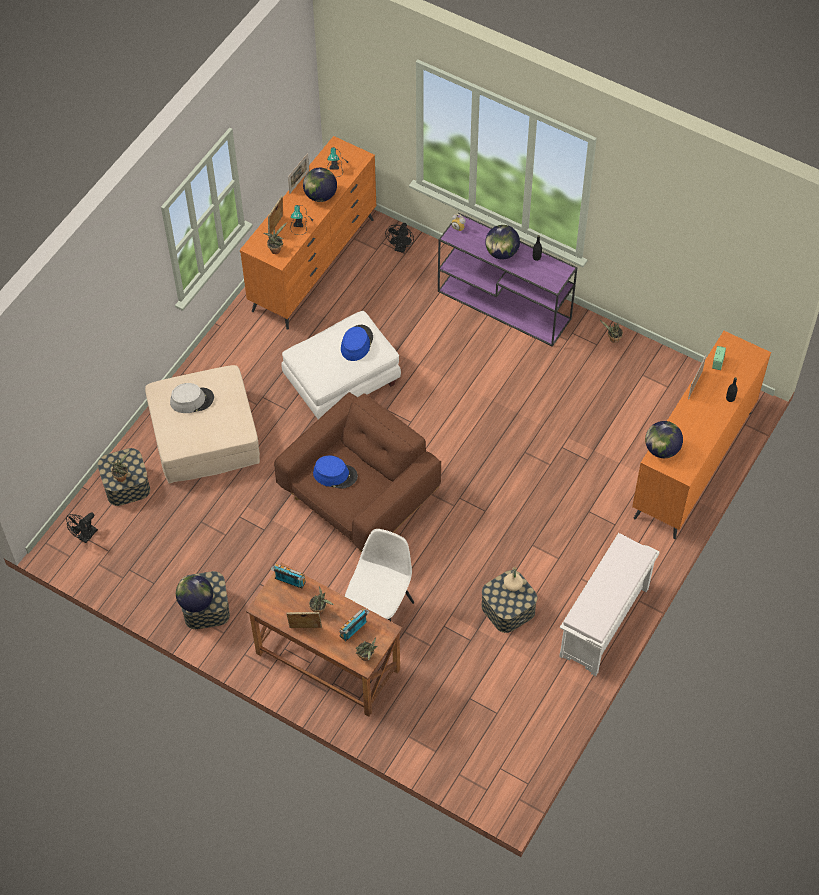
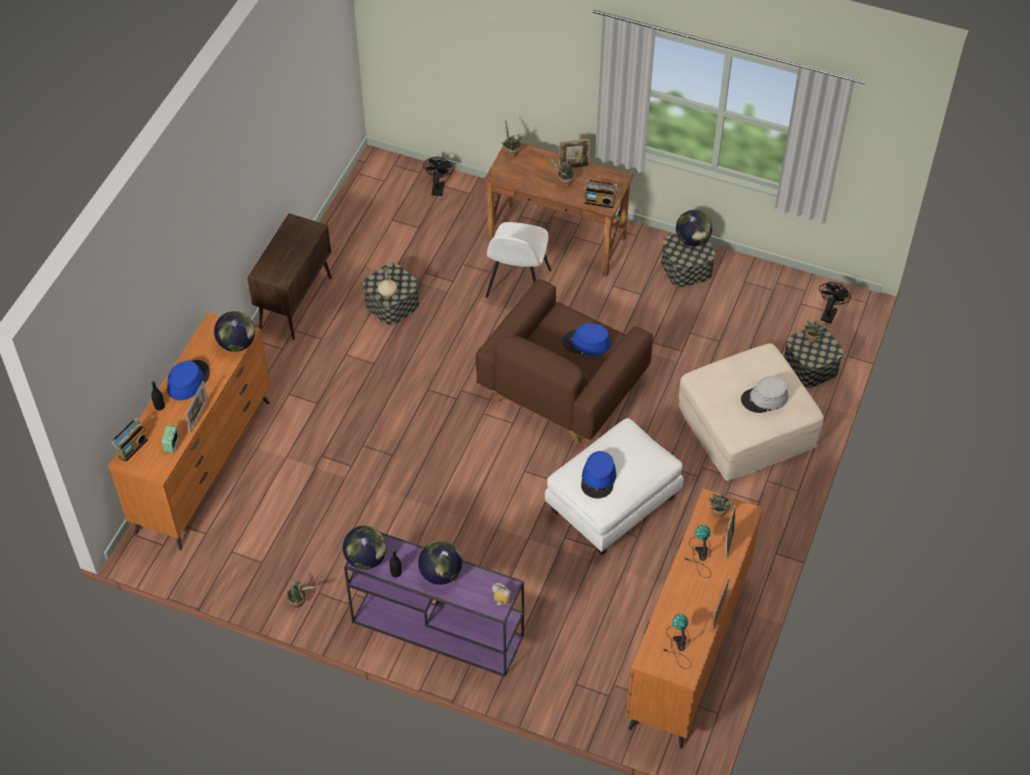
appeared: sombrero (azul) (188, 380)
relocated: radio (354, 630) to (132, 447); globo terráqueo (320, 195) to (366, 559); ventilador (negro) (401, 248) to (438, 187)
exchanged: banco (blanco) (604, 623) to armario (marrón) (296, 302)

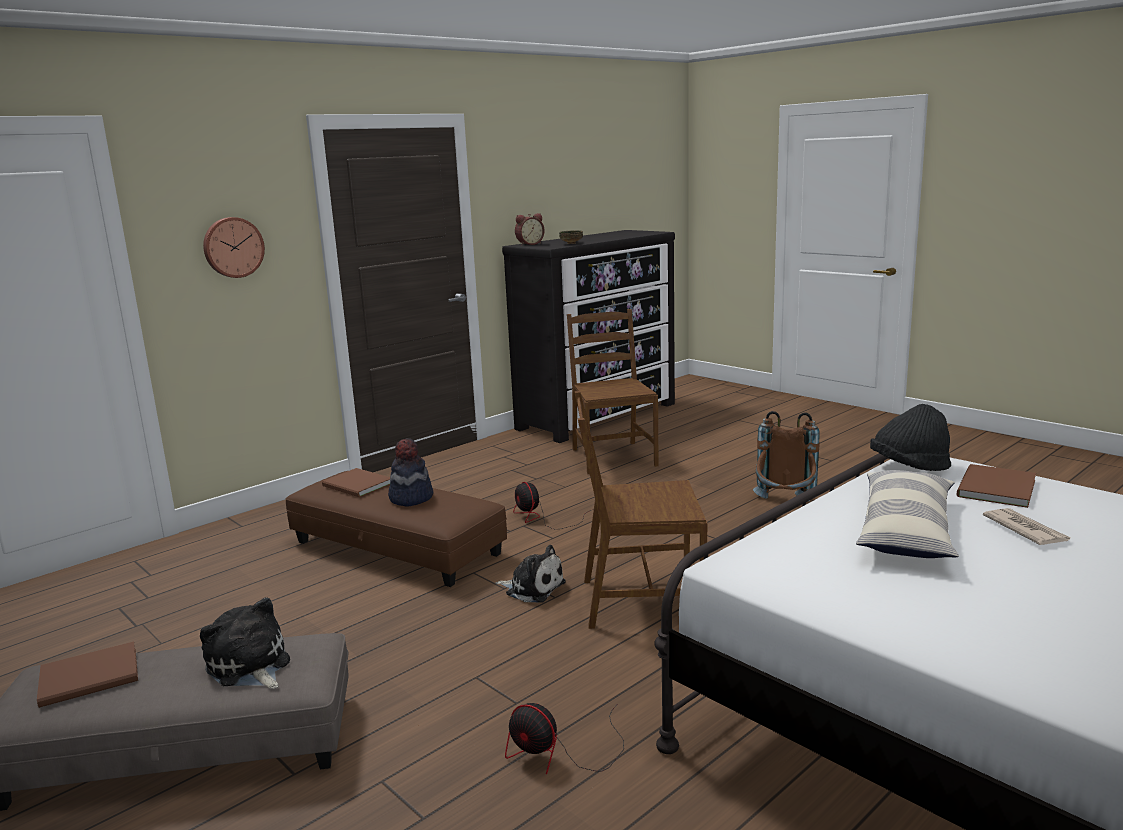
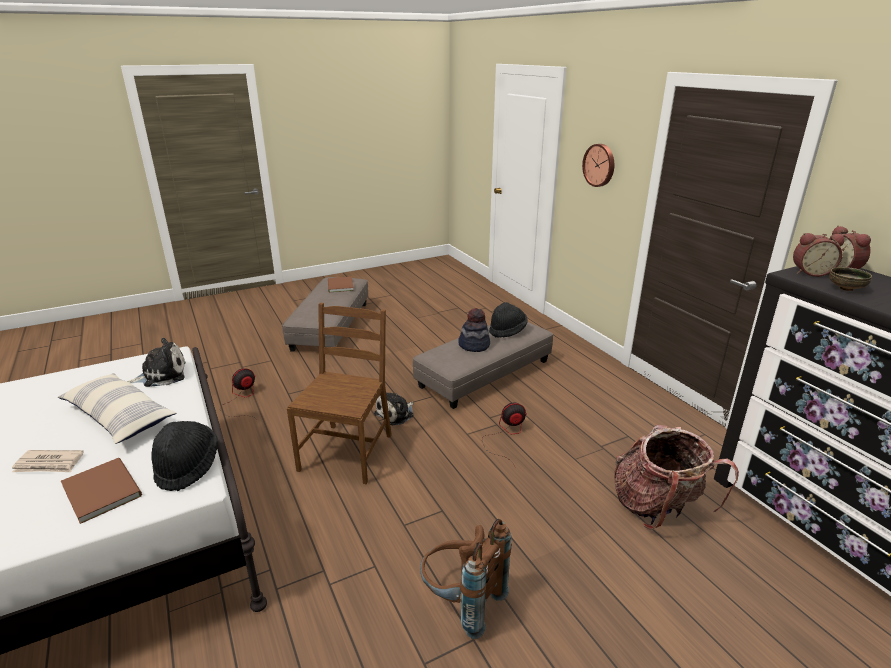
appeared: despertador (810, 272)
relocated: peluche (249, 666) to (161, 375)
exchanged: libro (marrón) (357, 485) to sombrero (negro) (507, 331); silla (marrón) (612, 457) to mochila (658, 508)
colour: puf (marrón) (397, 548) to puf (gris) (484, 374)

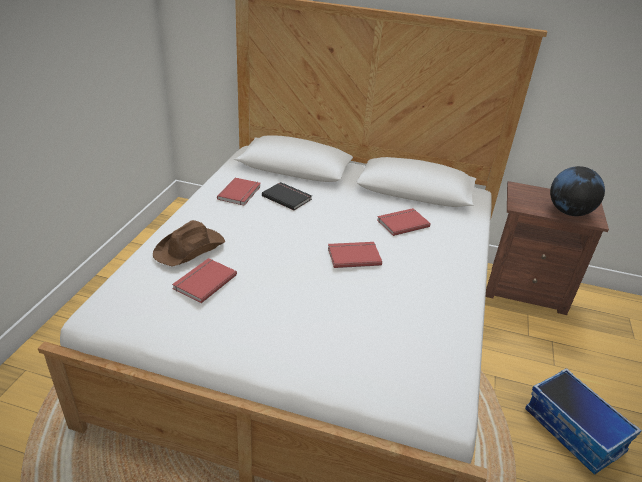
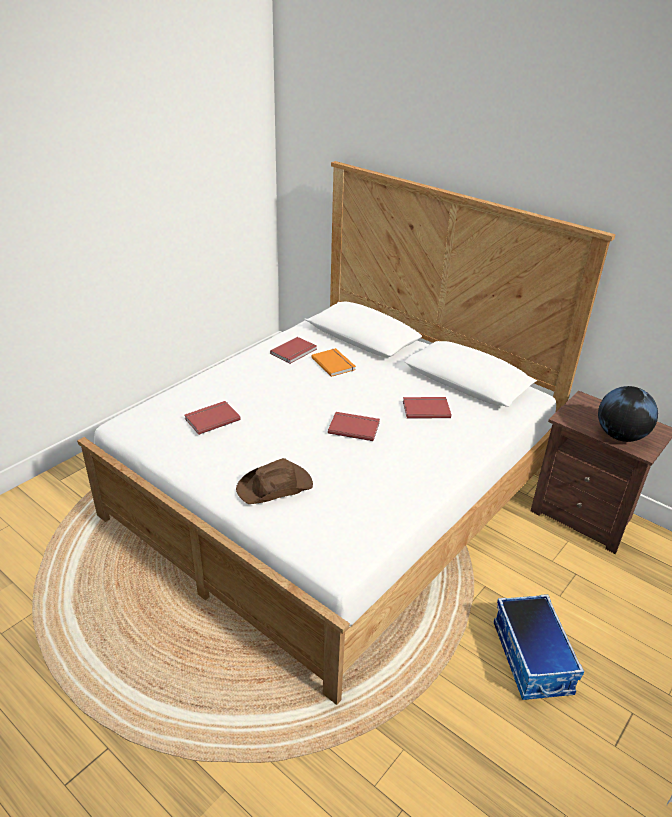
relocated: sombrero (marrón) (190, 248) to (275, 487)
colour: libro (negro) (287, 197) to libro (naranja) (334, 363)

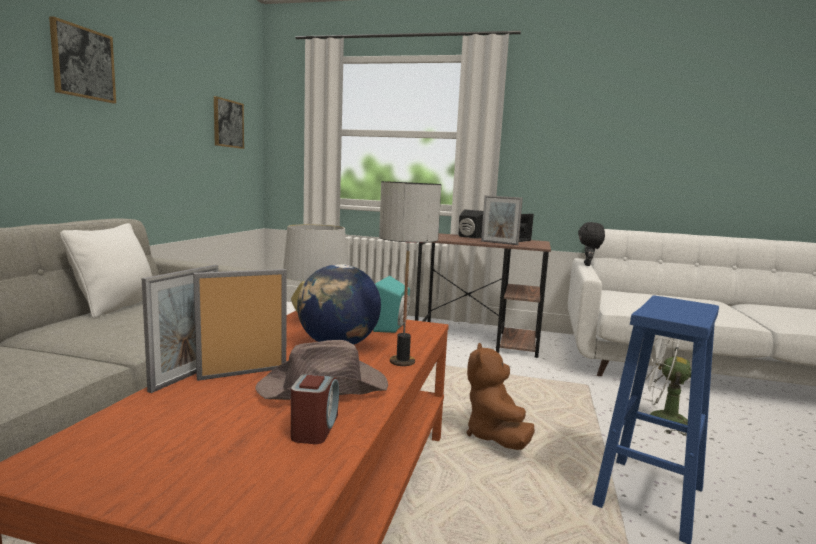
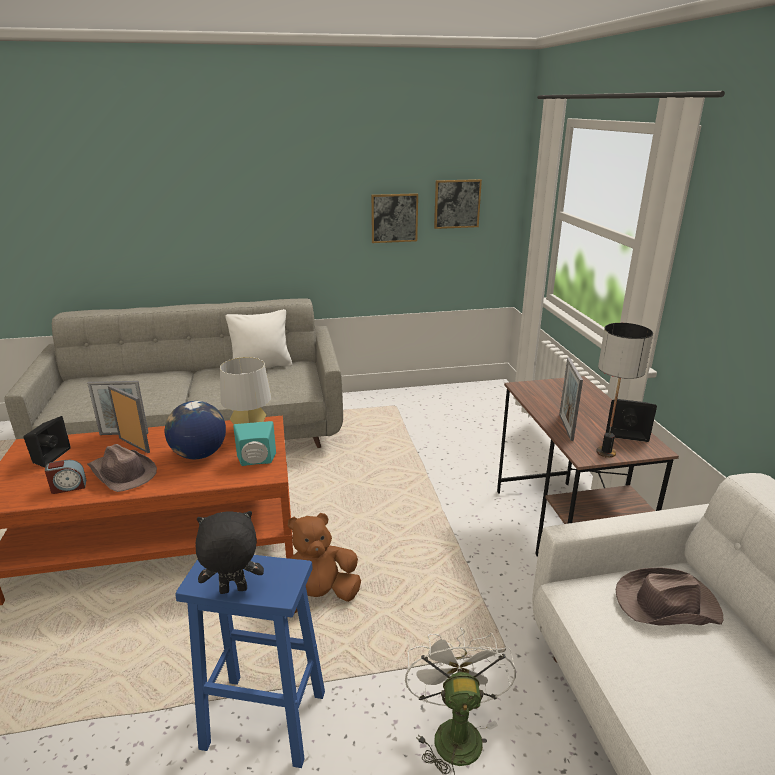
appeared: sombrero (marrón) (665, 604)
relocated: altavoz (negro) (469, 237) to (48, 456); peluche (negro) (588, 265) to (233, 591); cuadro (83, 63) to (394, 218); lámpara de mesa (402, 362) to (605, 453)

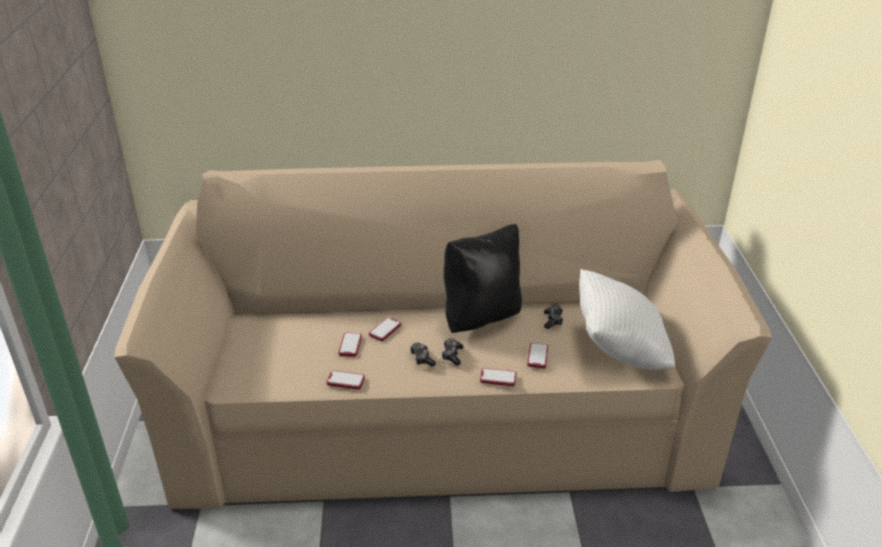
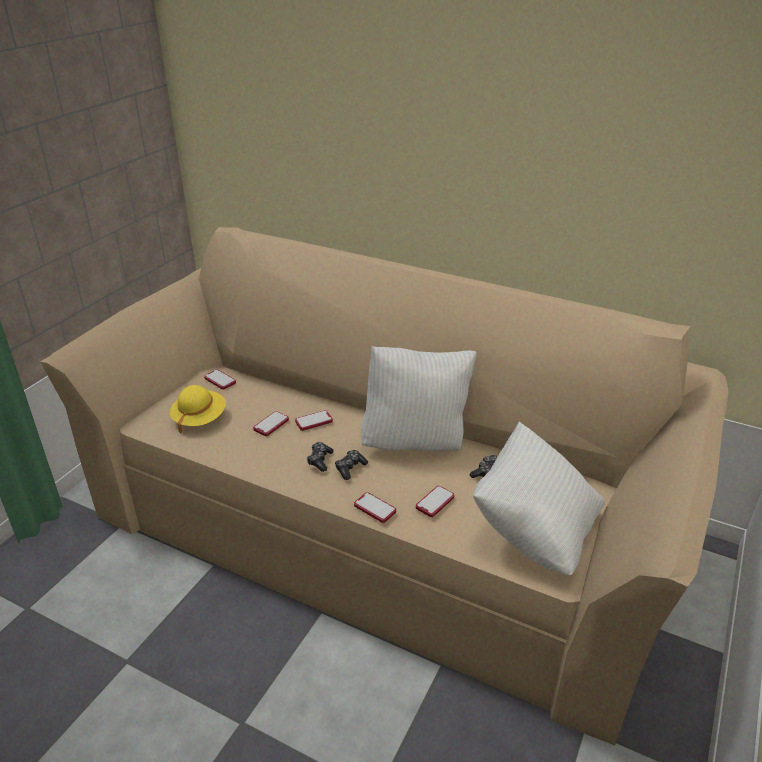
appeared: sombrero (amarillo) (199, 418)
relocated: móvil (345, 381) to (220, 380)
colour: cojín (negro) (481, 317) to cojín (blanco) (415, 442)

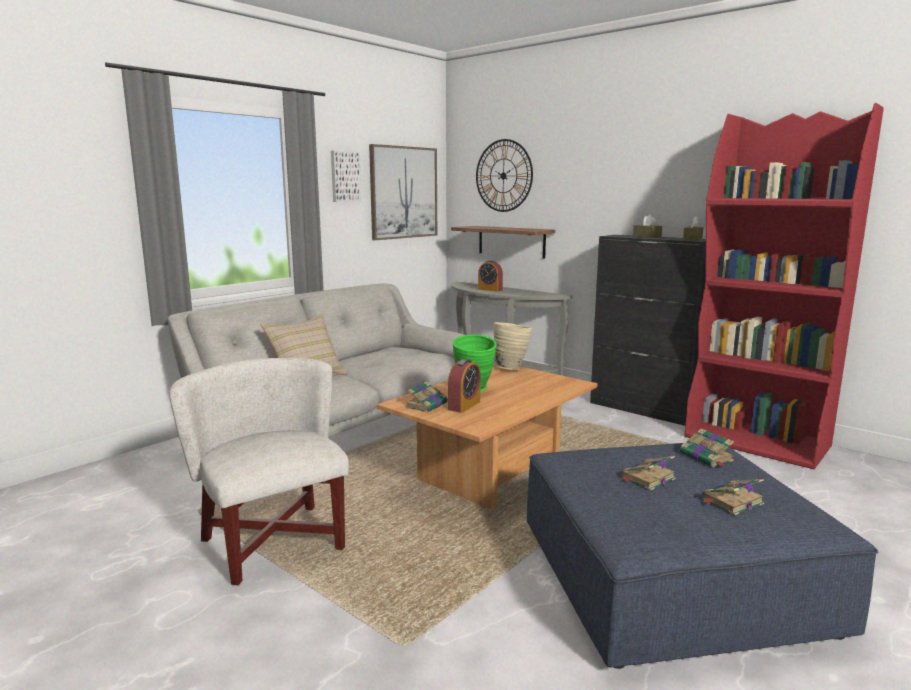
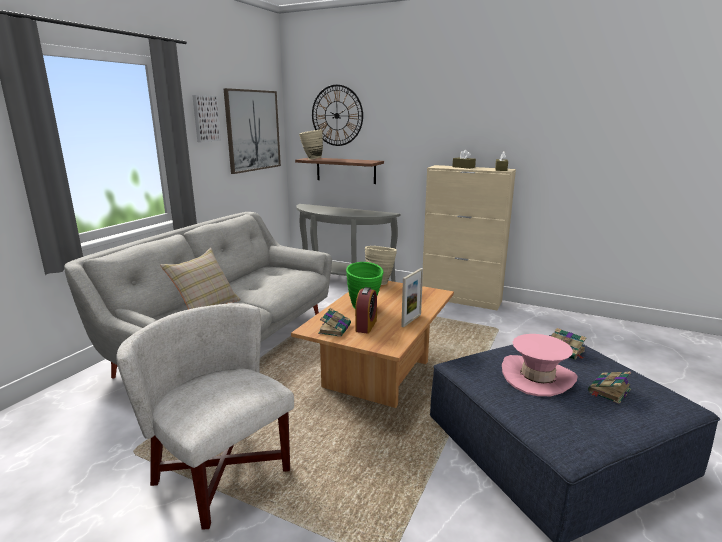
missing: despertador (490, 289); estantería (rojo) (757, 442)
appeared: florero (beis) (311, 159); portarretratos (411, 320)
exchanged: libro (647, 478) to sombrero (rosa) (537, 377)
colour: armario (negro) (642, 409) to armario (beis) (461, 299)

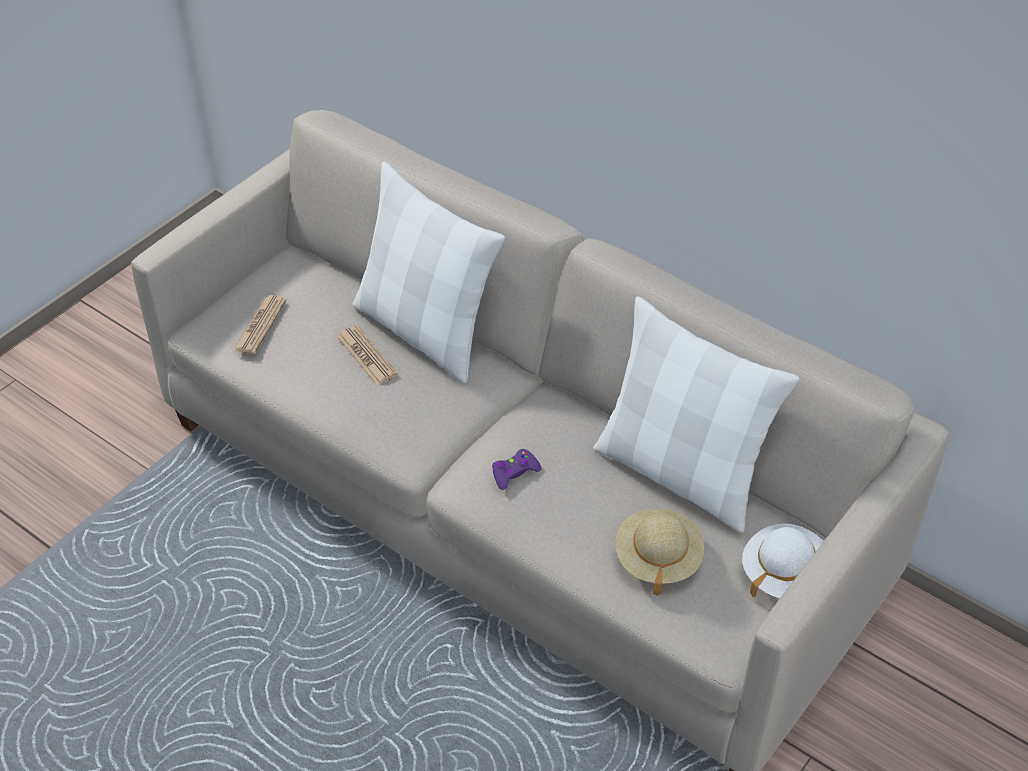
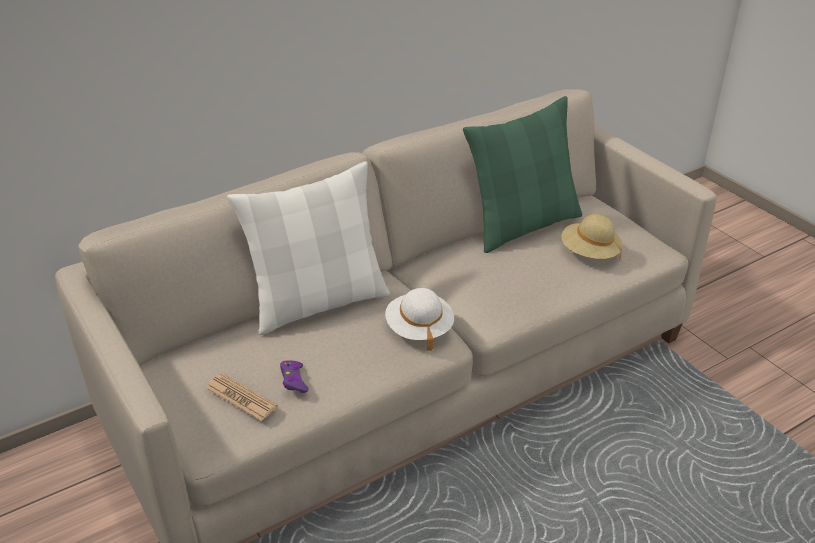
missing: periódico (367, 356)
relocated: mando de consola (morado) (514, 472) to (294, 380); sombrero (blanco) (784, 574) to (419, 329)
colour: cojín (blanco) (680, 473) to cojín (verde) (523, 225)

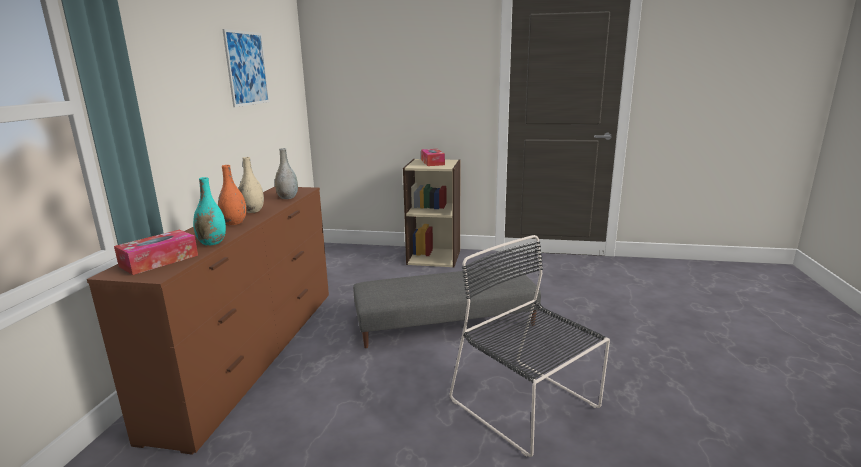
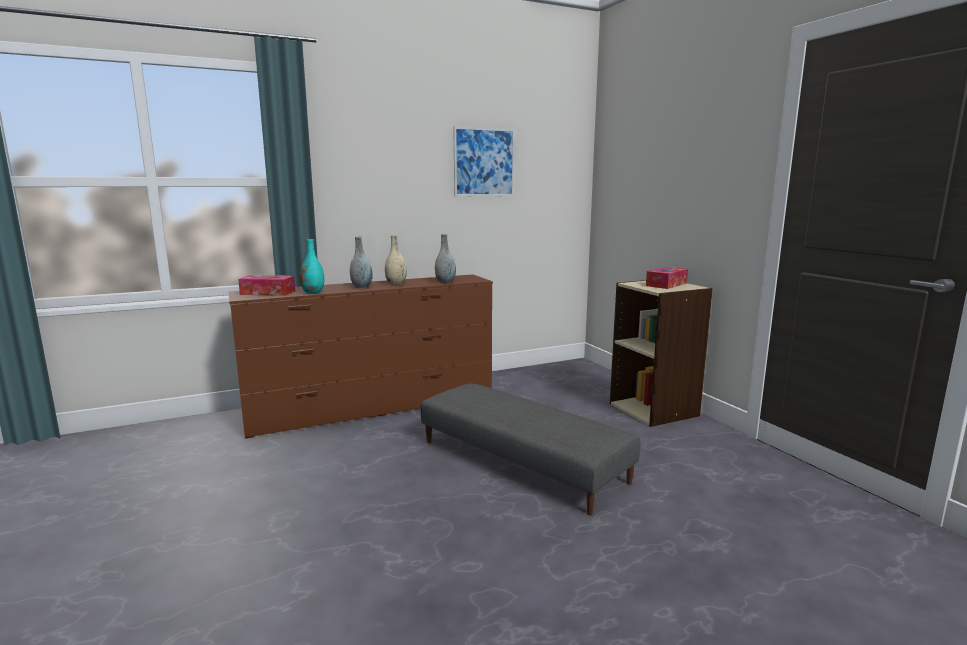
missing: silla (negro) (527, 406)
colour: florero (naranja) (234, 223) to florero (gris) (361, 287)

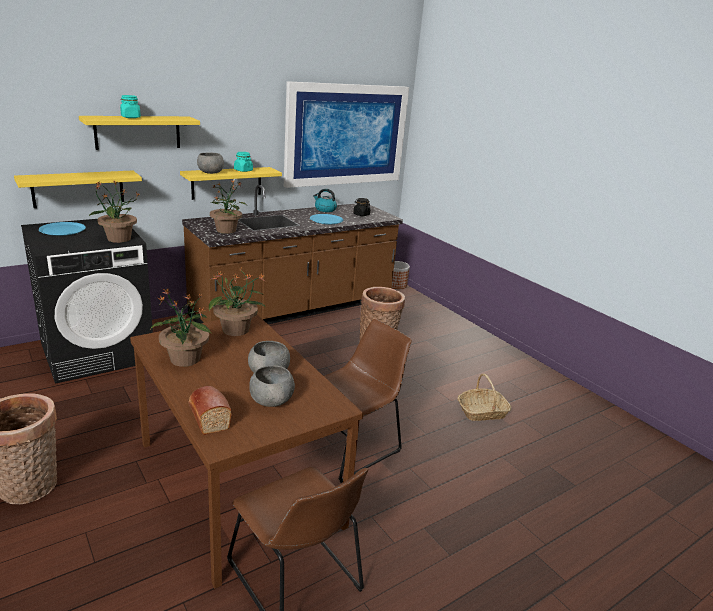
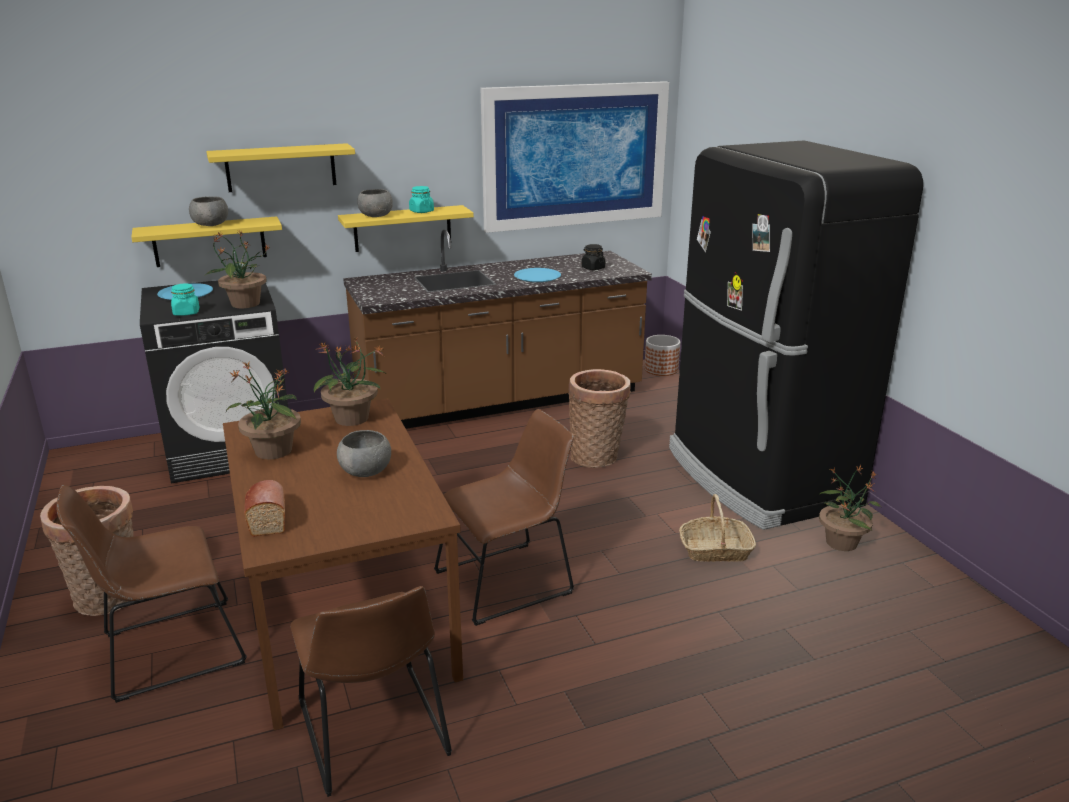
missing: hervidor (325, 209)
appeared: silla (marrón) (167, 651); nevera (negro) (758, 477)
relocated: tarro (turquesa) (131, 117) to (186, 313); cuenco (gris) (271, 401) to (210, 225); planta en maceta (226, 230) to (841, 542)

